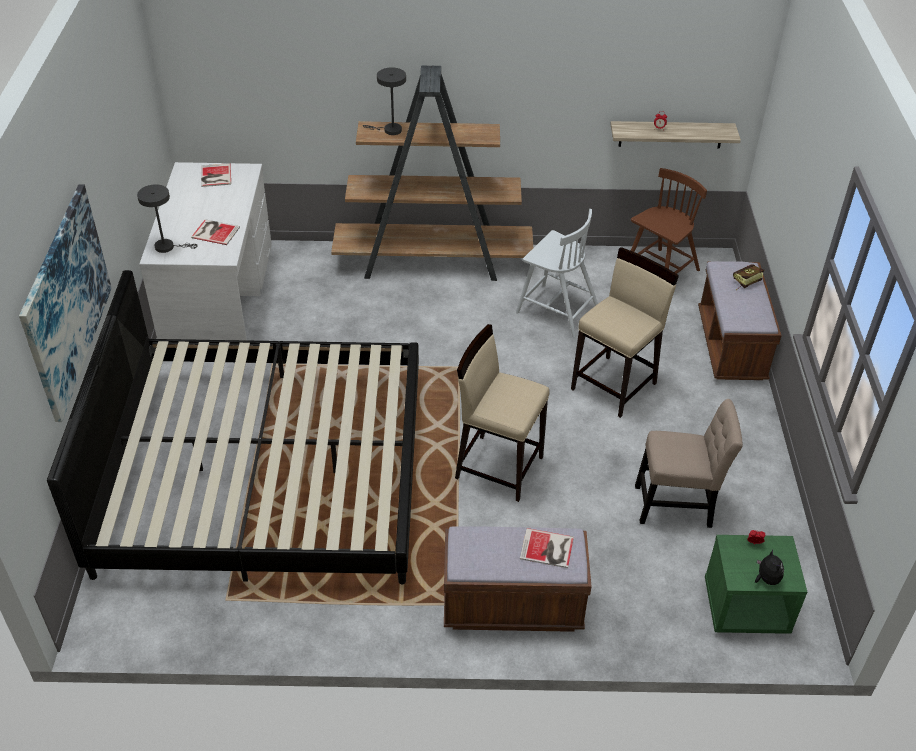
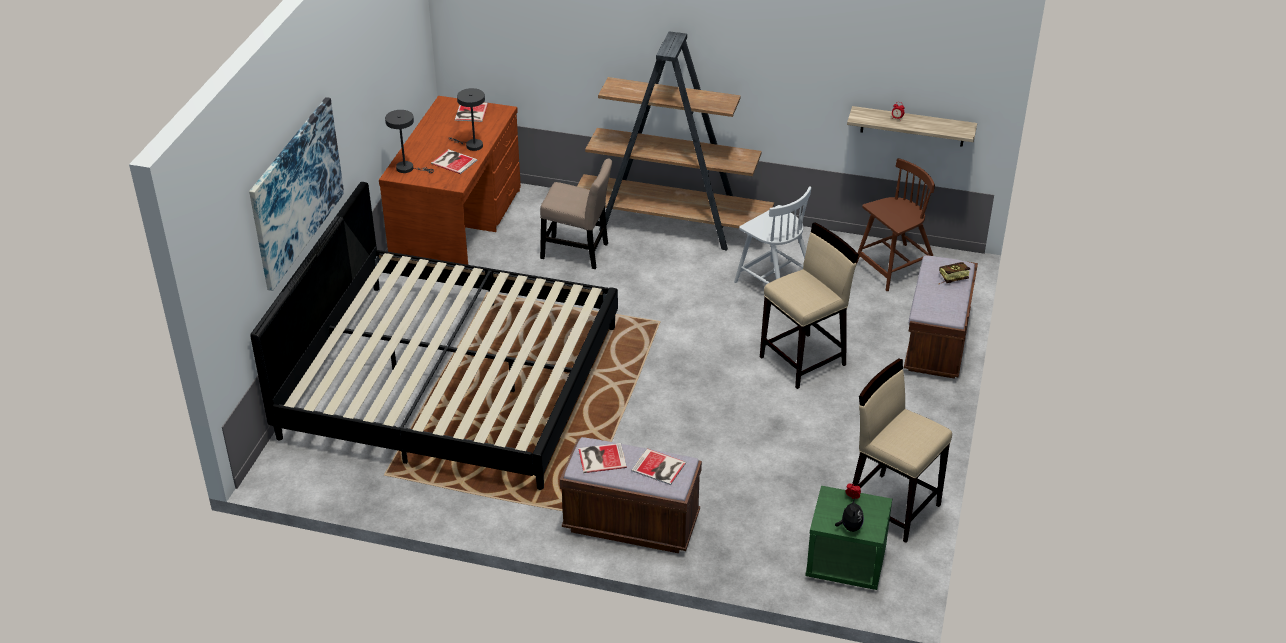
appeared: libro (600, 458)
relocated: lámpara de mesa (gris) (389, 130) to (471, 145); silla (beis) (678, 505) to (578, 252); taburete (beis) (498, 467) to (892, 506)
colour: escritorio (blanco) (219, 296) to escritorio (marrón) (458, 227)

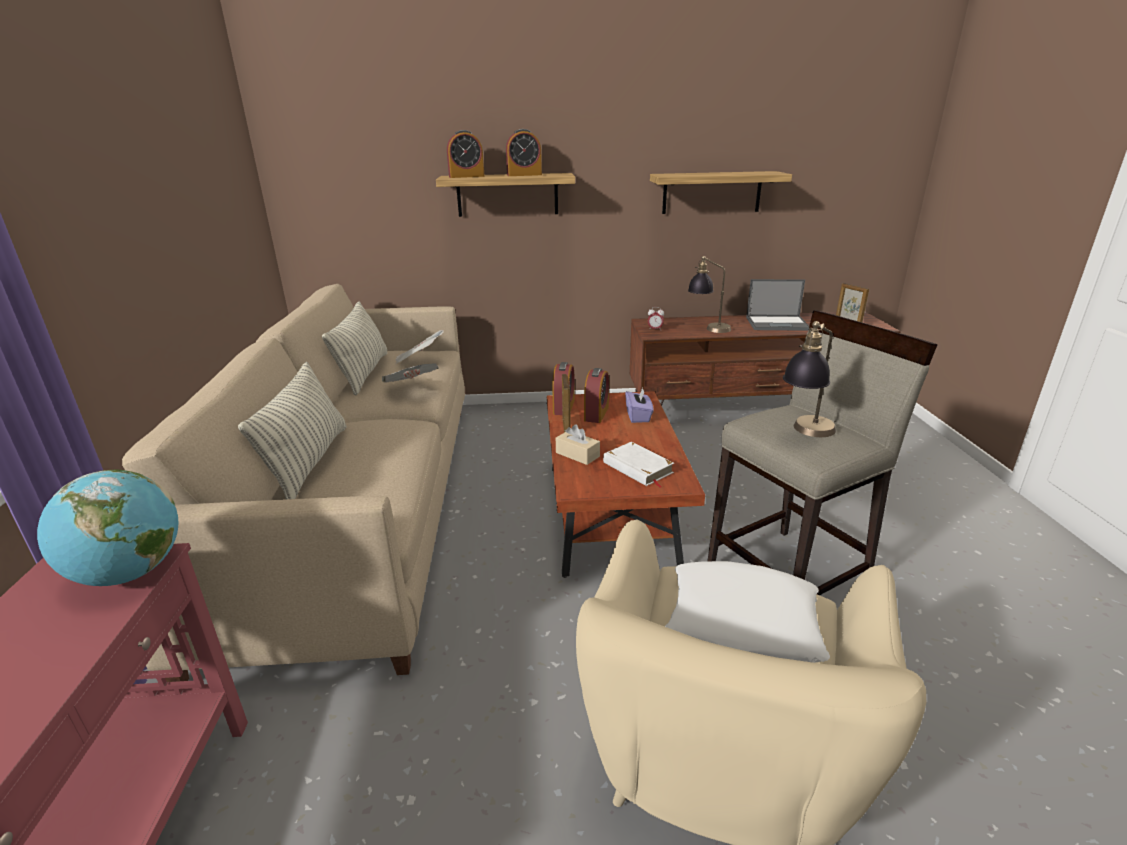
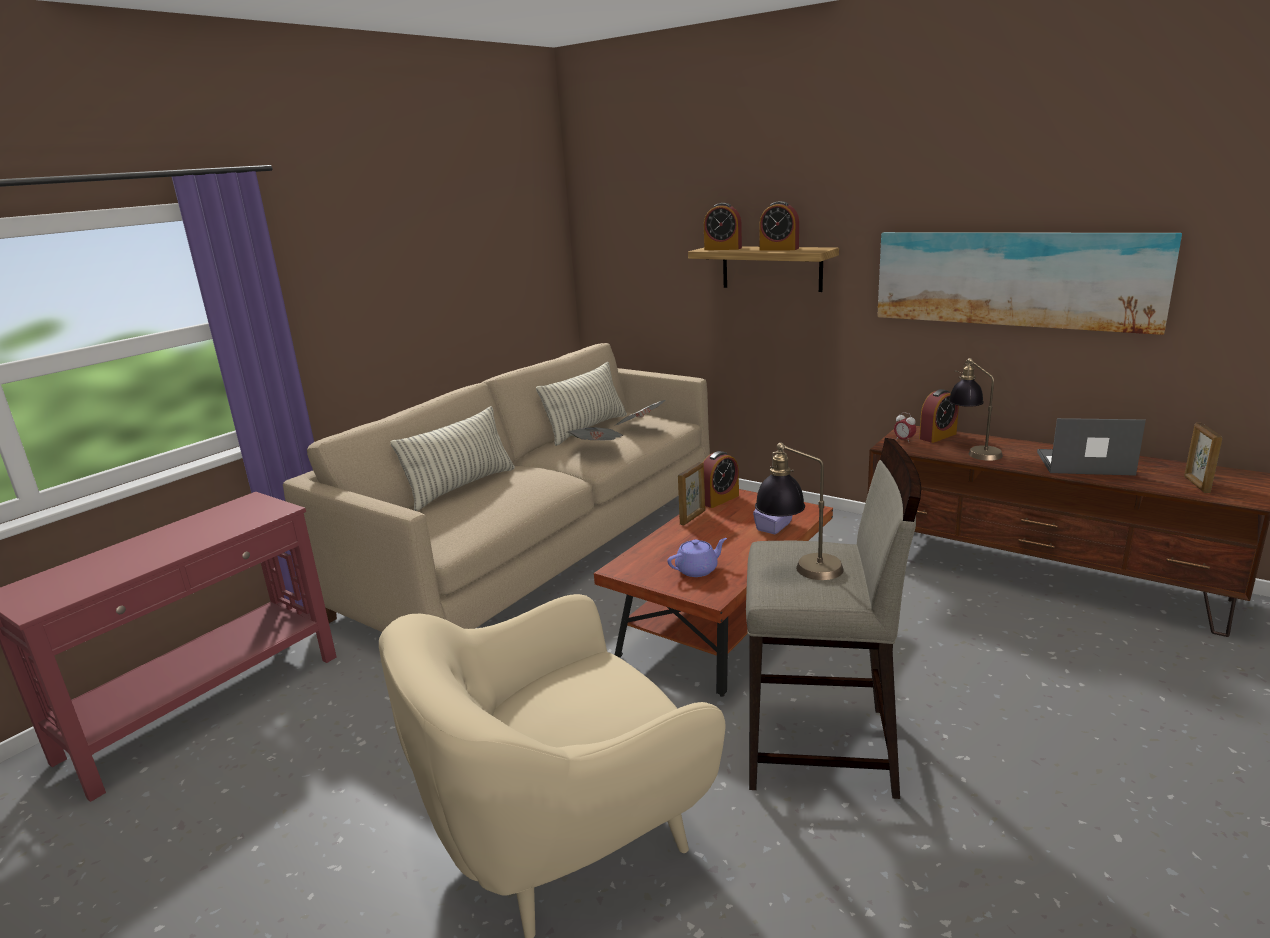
missing: globo terráqueo (130, 573); caja de pañuelos (beis) (577, 454); cojín (blanco) (742, 621)
relocated: despertador (596, 414) to (937, 436)
exchanged: libro (blanco) (637, 468) to tetera (morado) (697, 570); estante (711, 192) to cuadro (1014, 278)
spun: portátil (777, 323) = (1083, 463) 150 degrees clockwise

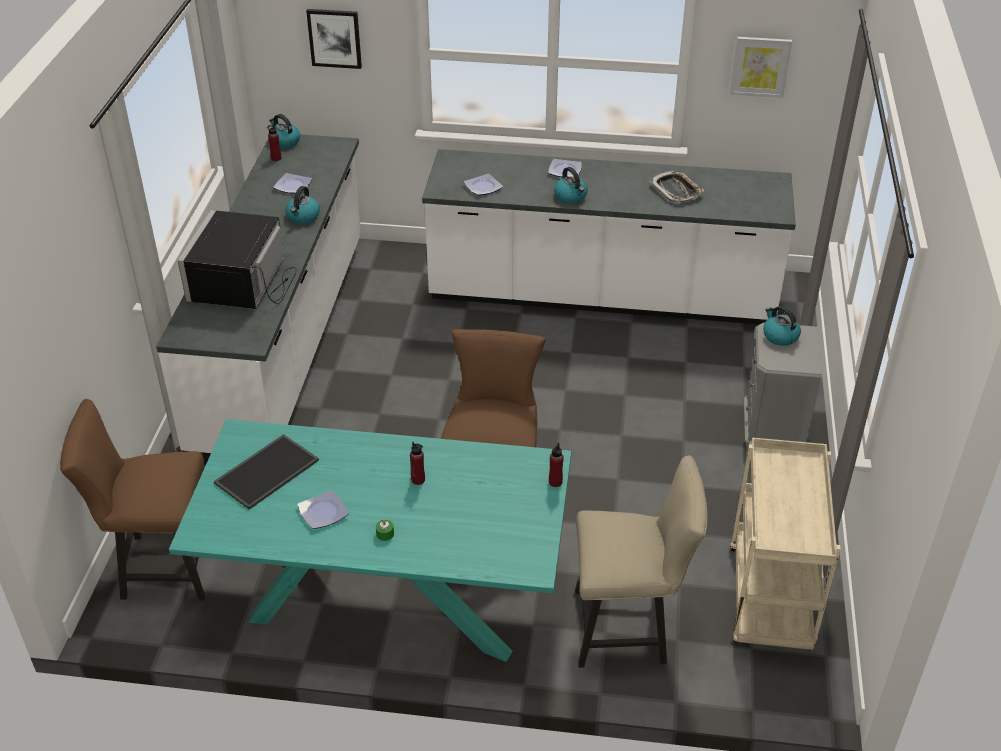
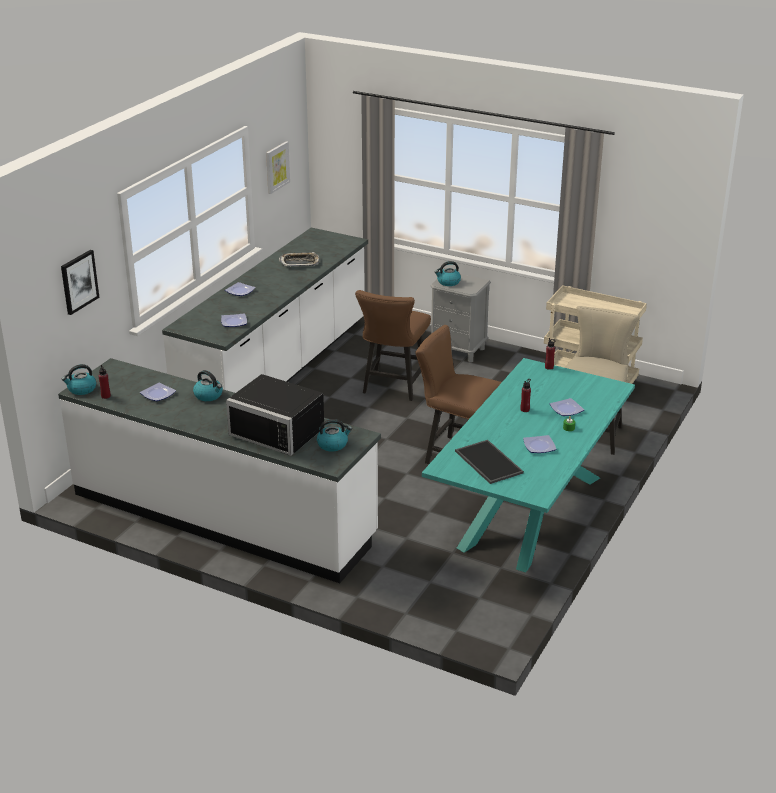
appeared: plato (565, 409)
relocated: hervidor (571, 196) to (333, 444); silla (marrón) (161, 566) to (393, 387)

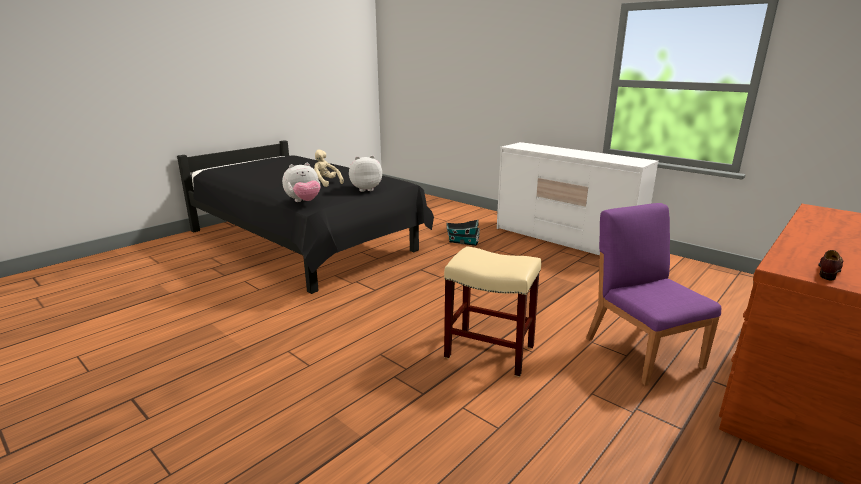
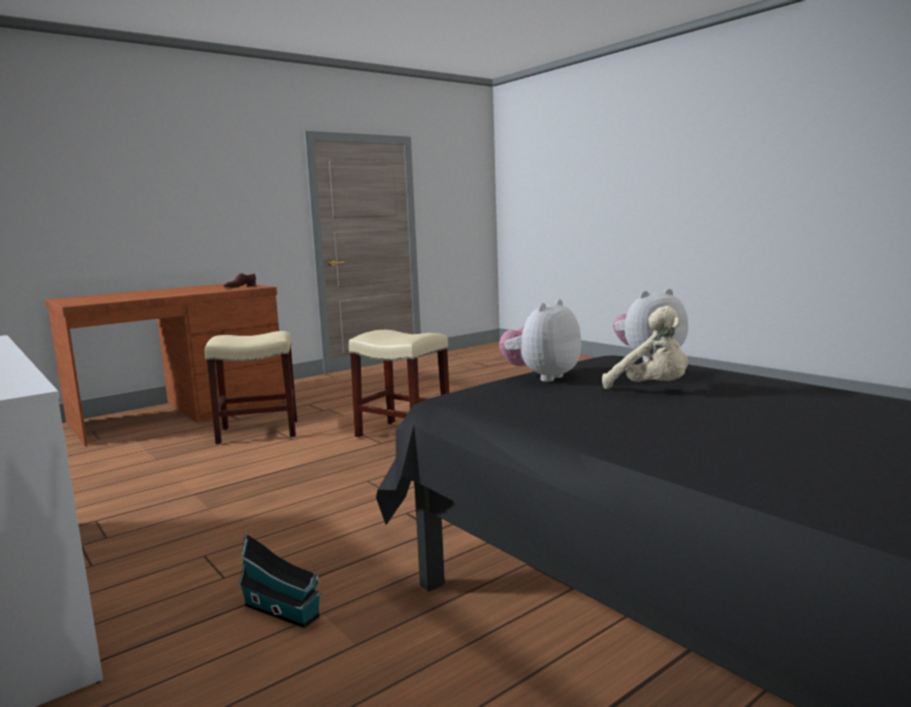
exchanged: silla (morado) (642, 351) to taburete (beis) (257, 433)
spun: peluche (365, 189) = (542, 377) 135 degrees clockwise

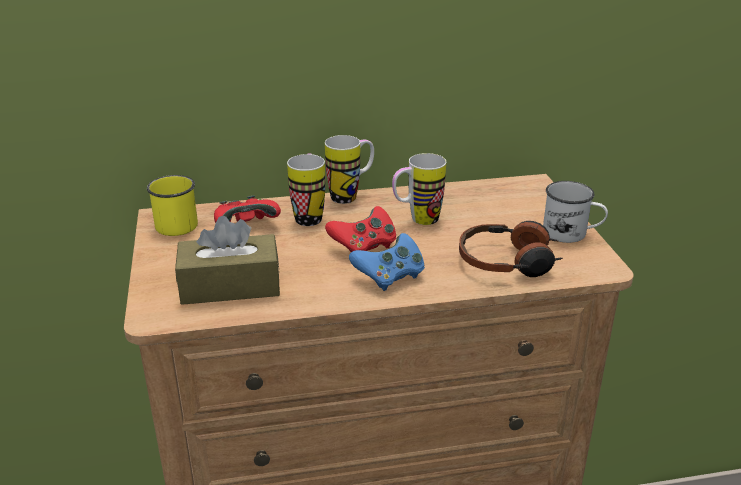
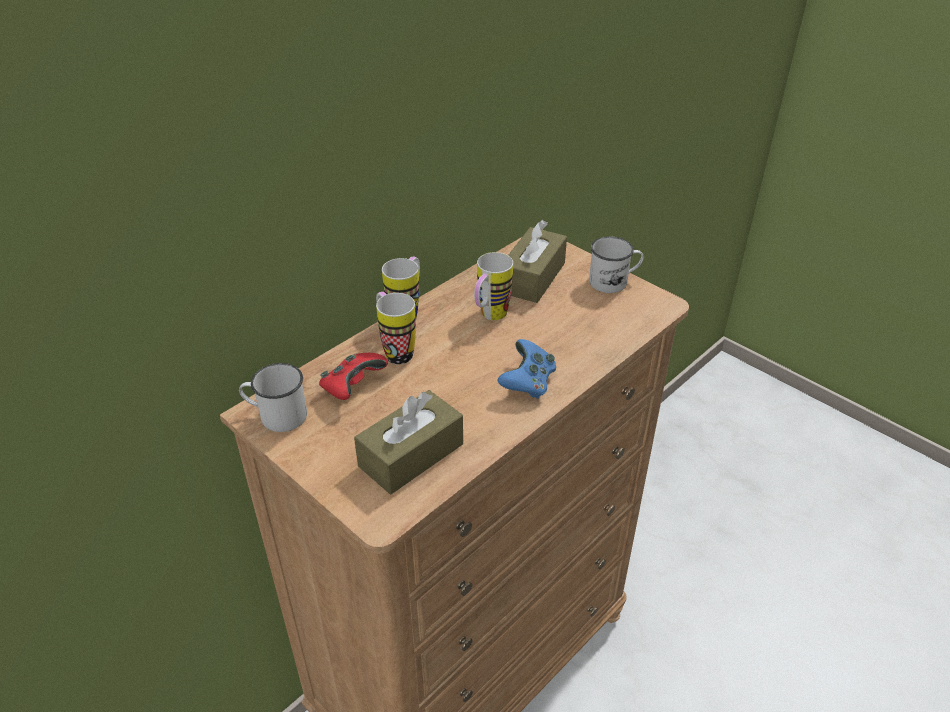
missing: mando de consola (rojo) (364, 246); auriculares (508, 261)
appeared: caja de pañuelos (marrón) (532, 277)
colour: taza grande (amarillo) (172, 223) to taza grande (blanco) (276, 415)

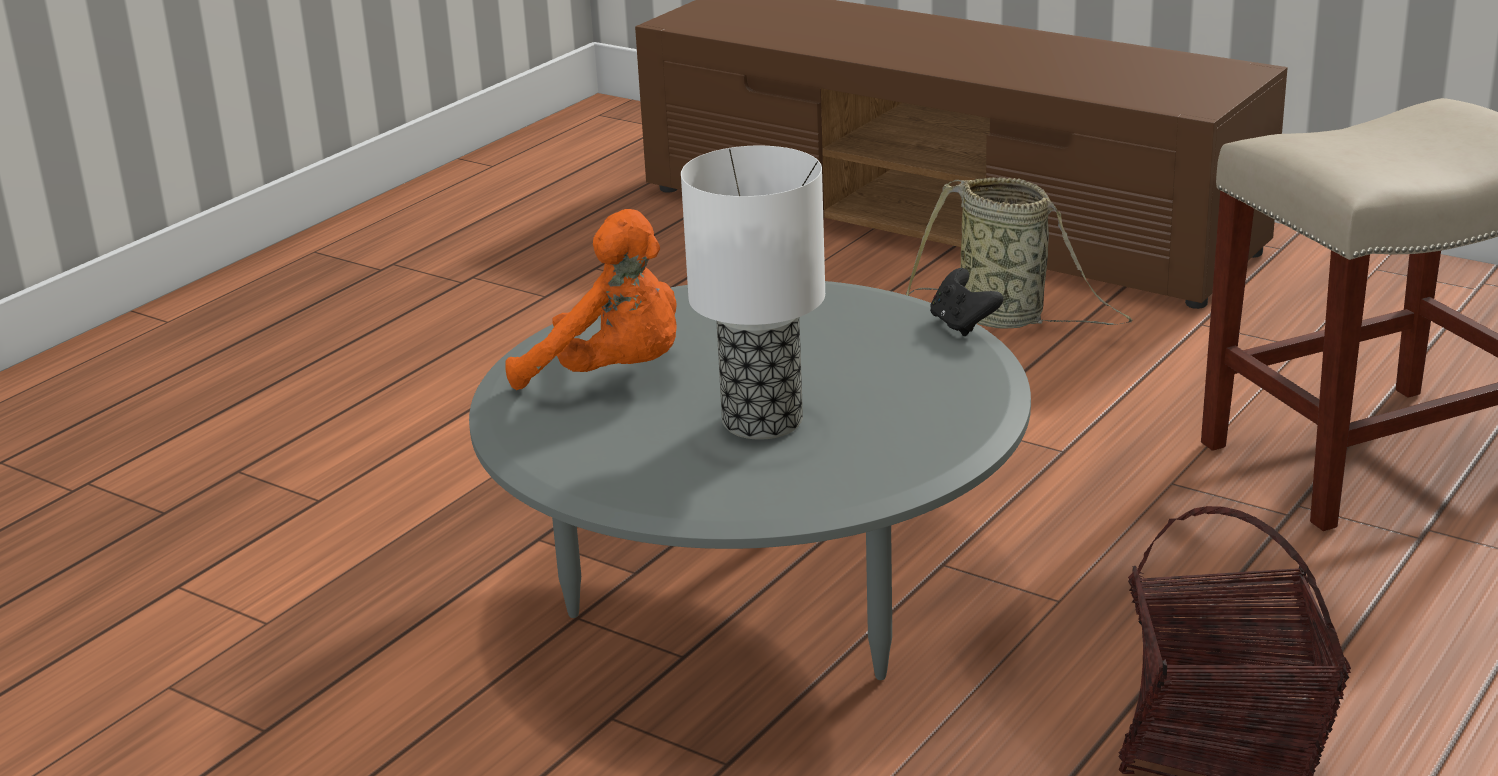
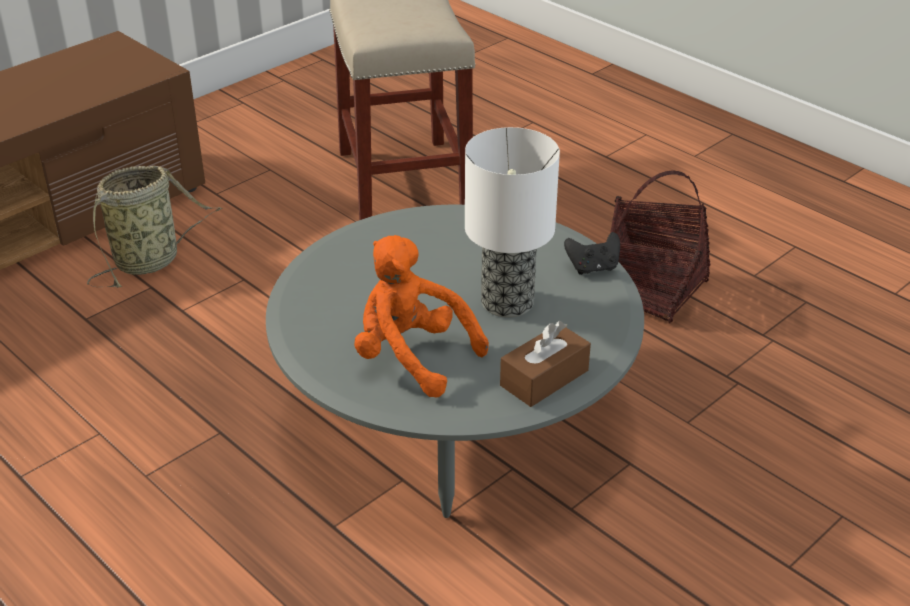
appeared: caja de pañuelos (marrón) (544, 378)
relocated: mando de consola (negro) (962, 325) to (593, 268)
spun: peluche (naranja) (612, 375) = (411, 357) 90 degrees counterclockwise

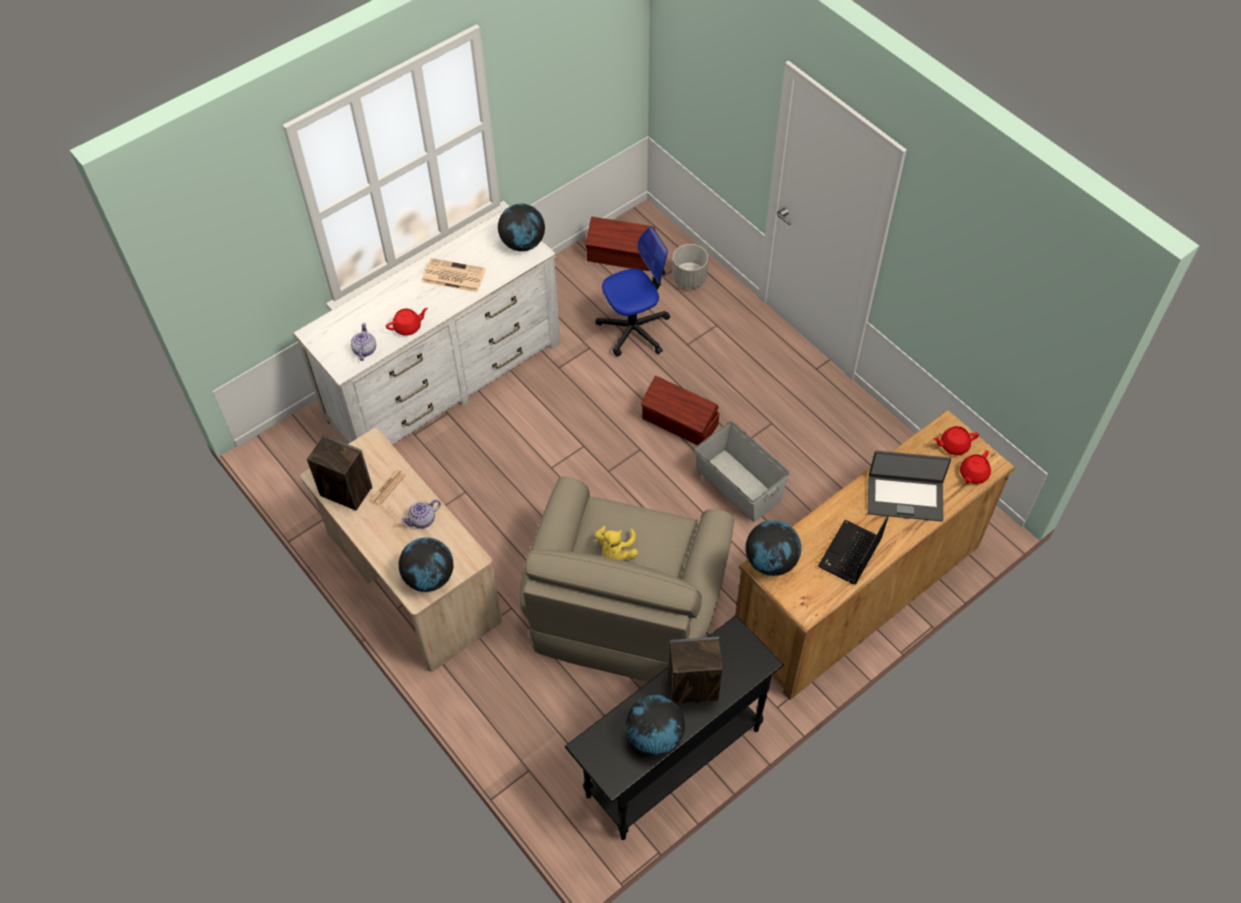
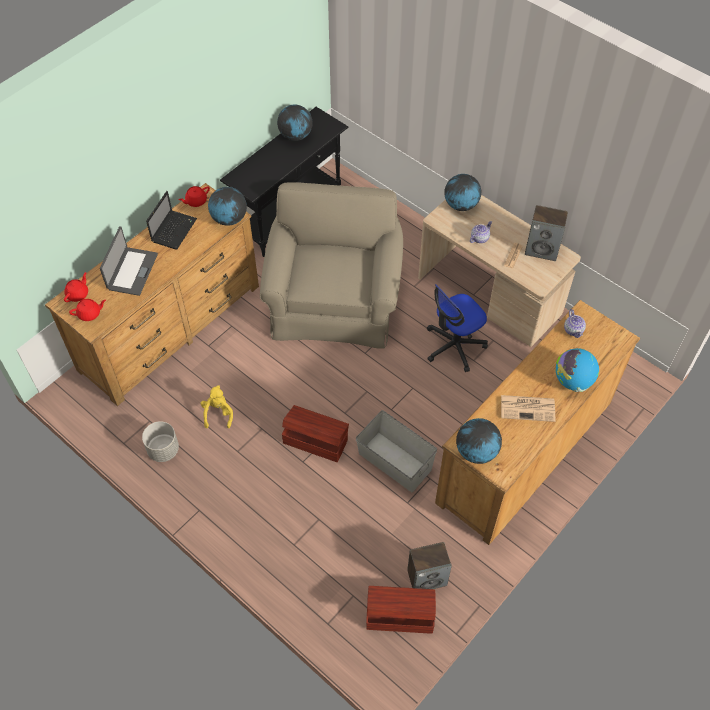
appeared: globo terráqueo (572, 381)
relocated: maceta (gris) (689, 279) to (163, 450); tetera (rojo) (408, 327) to (196, 201); peluche (amarillo) (616, 552) to (218, 413); caja de almacenaje (gris) (738, 486) to (394, 461); altavoz (692, 687) to (427, 577); silla de oficina (634, 329) to (454, 346)
colour: cómoda (blanco) (444, 380) to cómoda (marrón) (525, 451)
spun: portátil (905, 497) = (132, 271) 105 degrees clockwise

